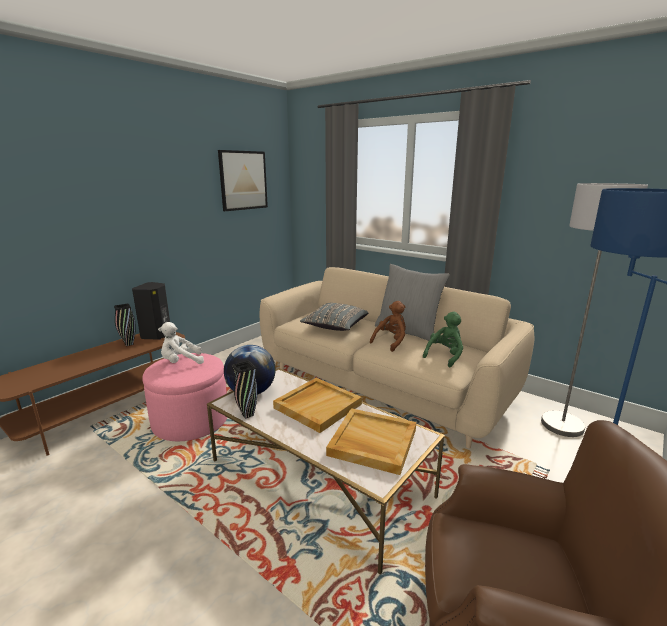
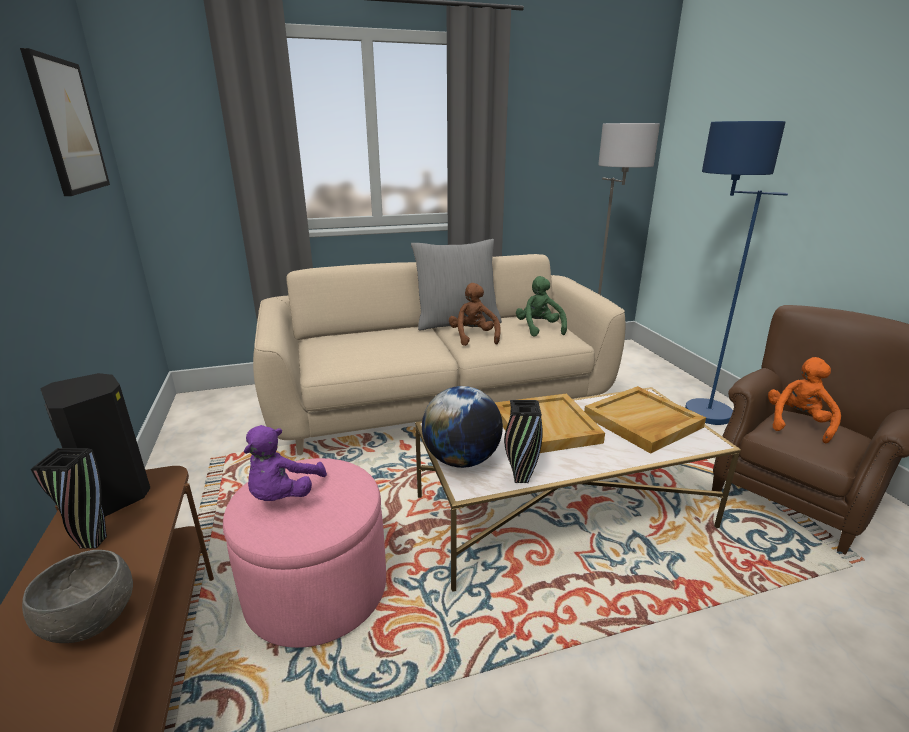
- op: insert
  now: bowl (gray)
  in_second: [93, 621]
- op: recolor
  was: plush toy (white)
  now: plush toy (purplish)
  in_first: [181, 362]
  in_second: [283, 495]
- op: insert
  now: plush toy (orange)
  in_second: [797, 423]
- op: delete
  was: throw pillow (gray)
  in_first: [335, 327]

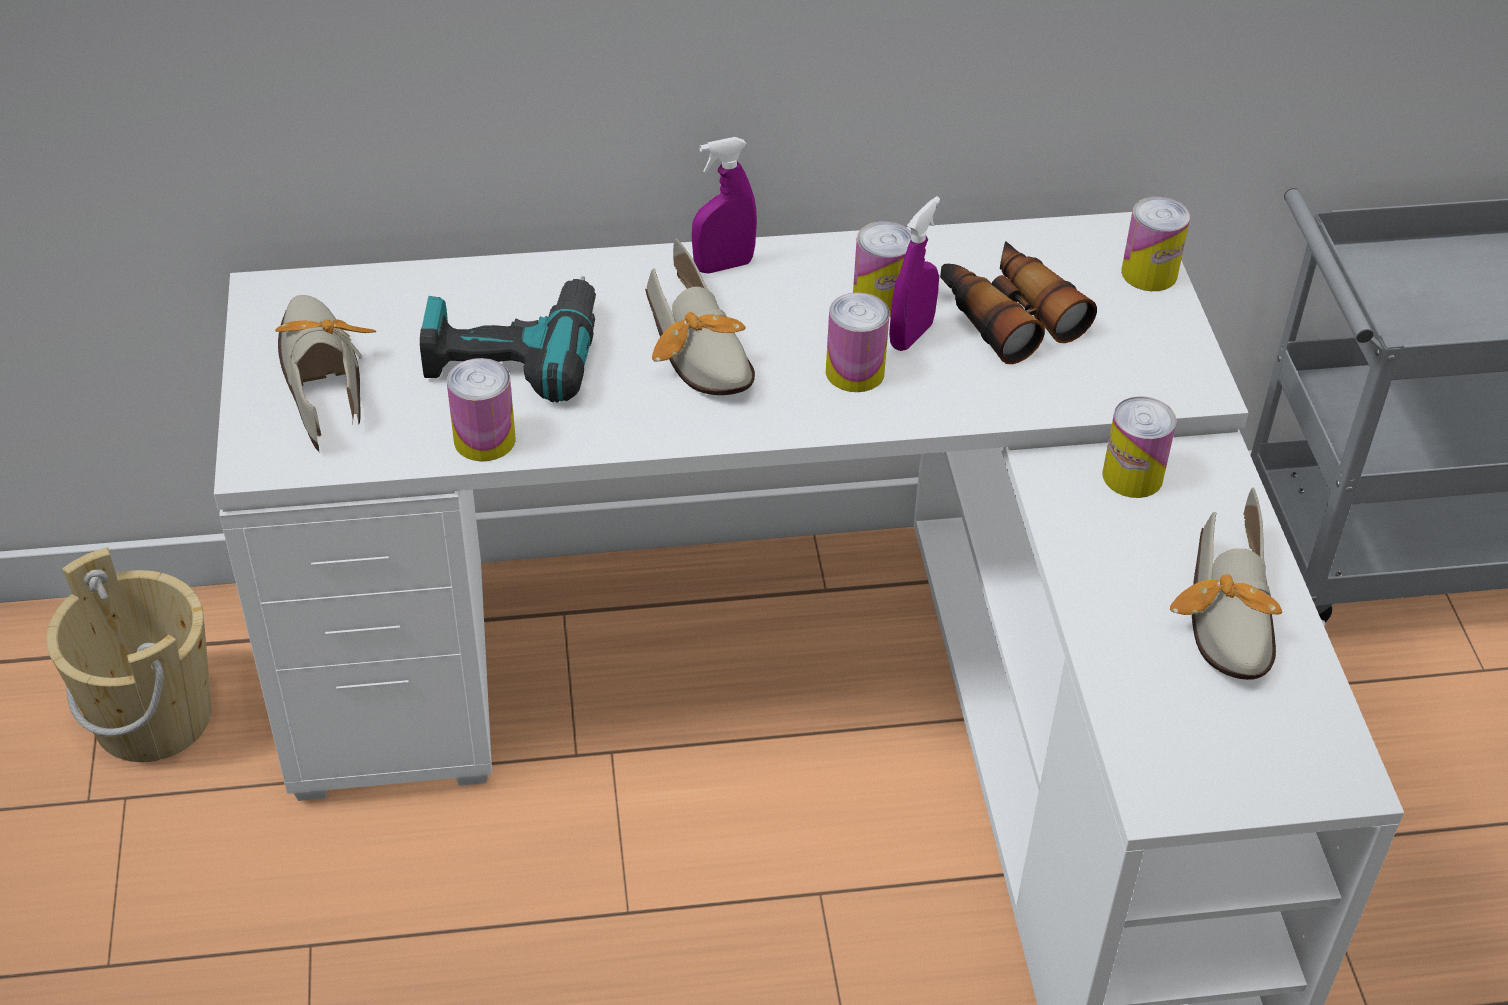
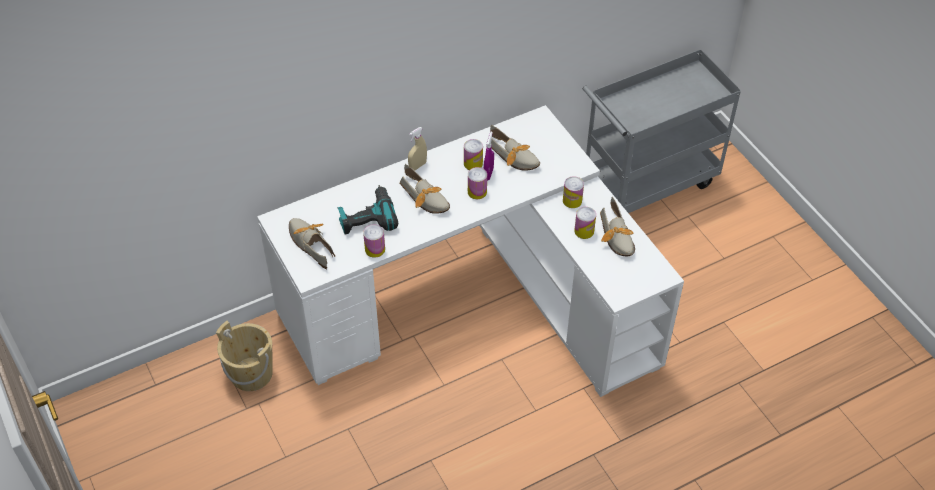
- op: recolor
  was: hand sprayer (purplish)
  now: hand sprayer (beige-coloured)
  in_first: [723, 265]
  in_second: [417, 166]
- op: replace
  was: binoculars
  now: low shoe
  in_first: [1007, 315]
  in_second: [514, 157]
- op: move
  was: can
  in_first: [1149, 273]
  in_second: [584, 231]

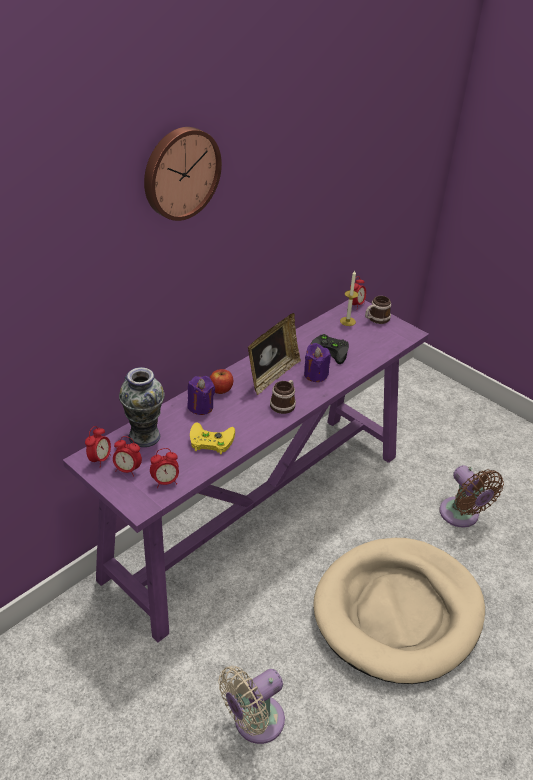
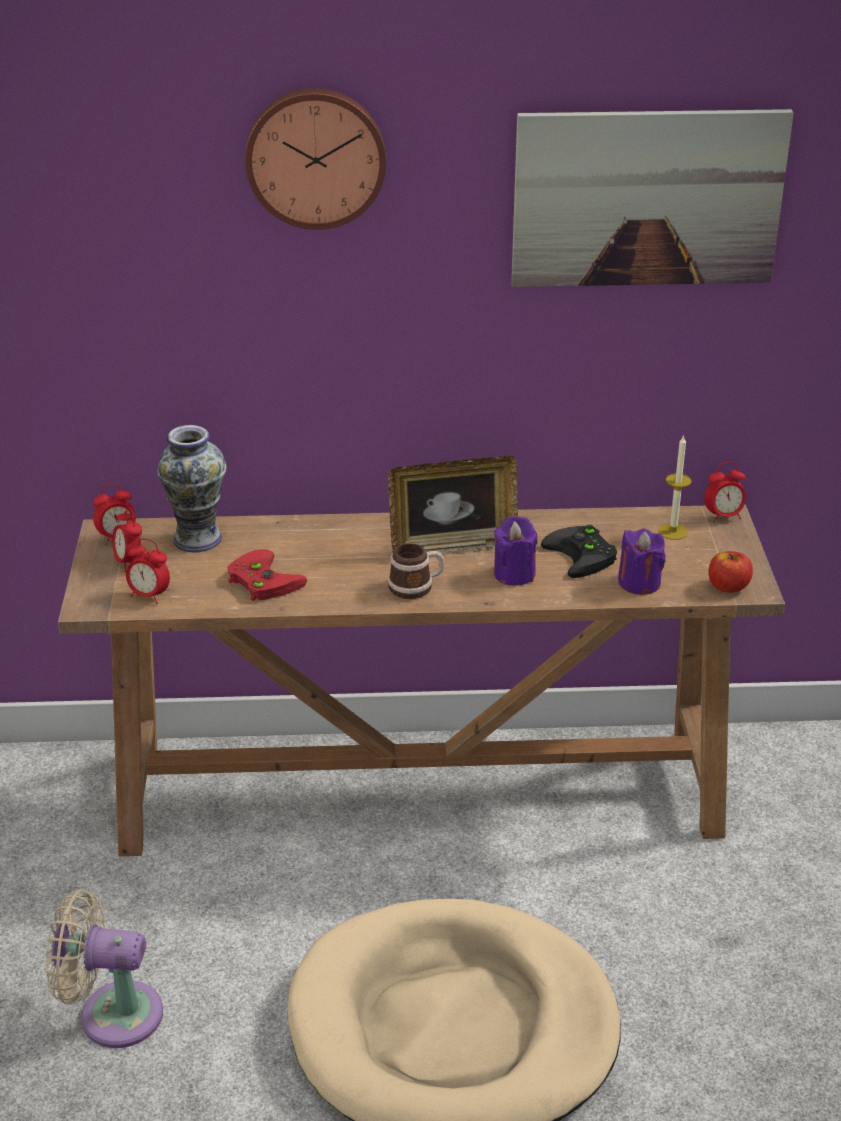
- op: recolor
  was: narrow table (purplish)
  now: narrow table (brown-coloured)
  in_first: [260, 512]
  in_second: [424, 792]
- op: recolor
  was: joypad (yellow)
  now: joypad (red-coloured)
  in_first: [209, 441]
  in_second: [261, 580]
- op: insert
  now: wall picture
  in_second: [647, 198]
- op: move
  was: wax candle (purplish)
  in_first: [200, 407]
  in_second: [639, 582]
- op: move
  was: whole apple
  in_first: [220, 389]
  in_second: [728, 586]
- op: delete
  was: mug
  in_first: [376, 319]
- op: delete
  was: electric fan (brown-coloured)
  in_first: [461, 516]

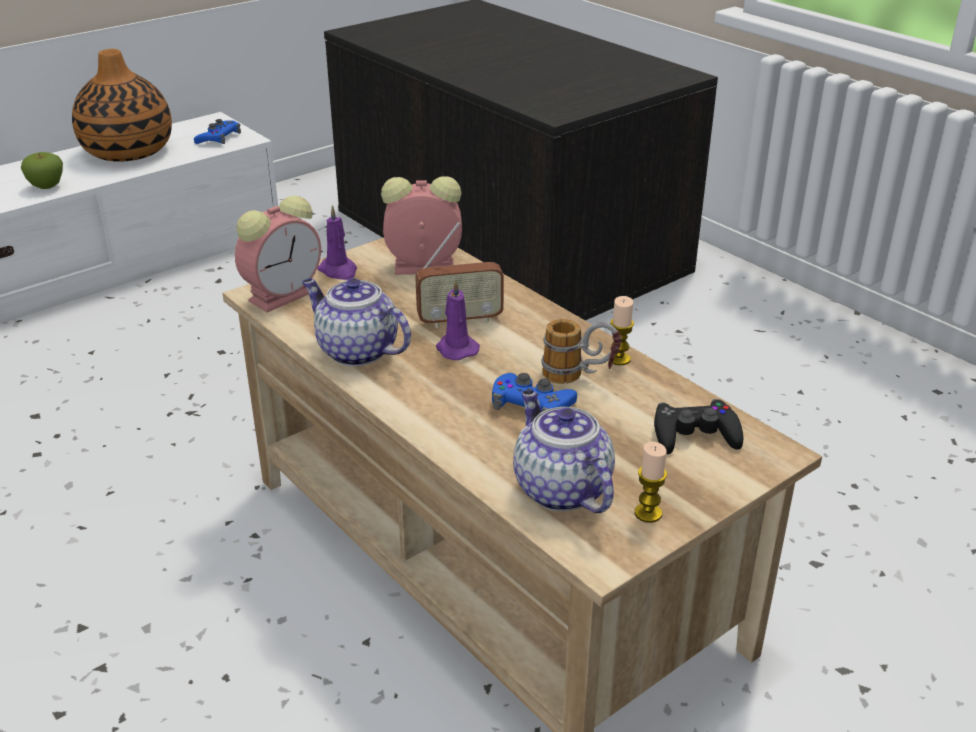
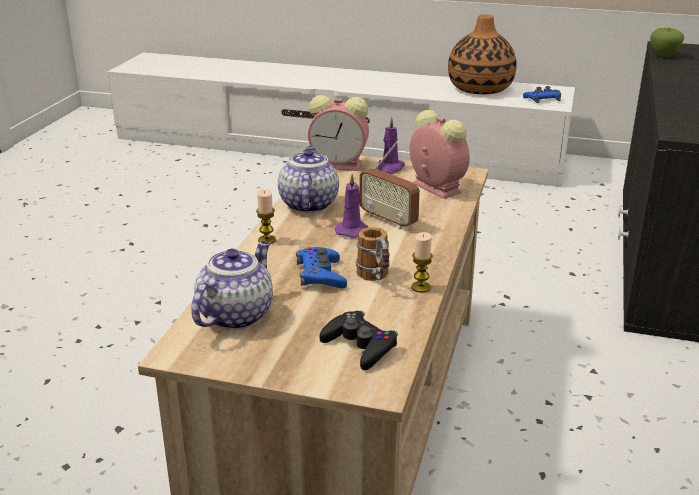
- op: move
  was: wax candle
  in_first: [648, 513]
  in_second: [267, 240]
- op: move
  was: whole apple
  in_first: [47, 187]
  in_second: [664, 56]

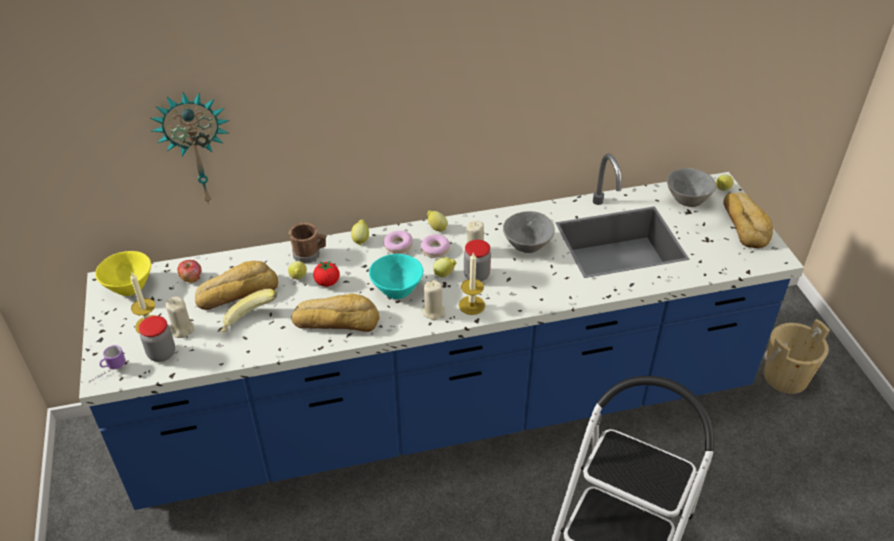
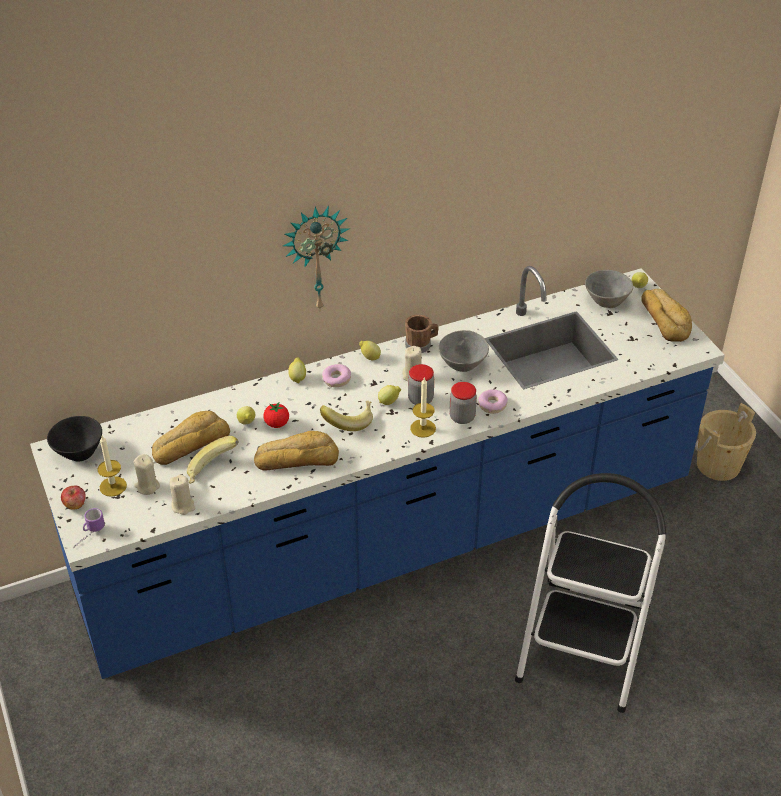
- op: recolor
  was: bowl (yellow)
  now: bowl (black)
  in_first: [130, 285]
  in_second: [80, 451]
- op: move
  was: whole apple
  in_first: [191, 278]
  in_second: [75, 504]
- op: move
  was: wax candle (beige-coloured)
  in_first: [434, 312]
  in_second: [183, 506]
- op: move
  was: clock on the wall
  in_first: [196, 147]
  in_second: [315, 257]
- op: replace
  was: bowl (turquoise)
  now: banana fruit
  in_first: [398, 289]
  in_second: [348, 421]
- op: move
  was: mug (brown-coloured)
  in_first: [309, 255]
  in_second: [421, 345]
- op: move
  was: preserve jar
  in_first: [162, 353]
  in_second: [462, 417]
- op: move
  was: ring doughnut
  in_first: [435, 249]
  in_second: [492, 405]

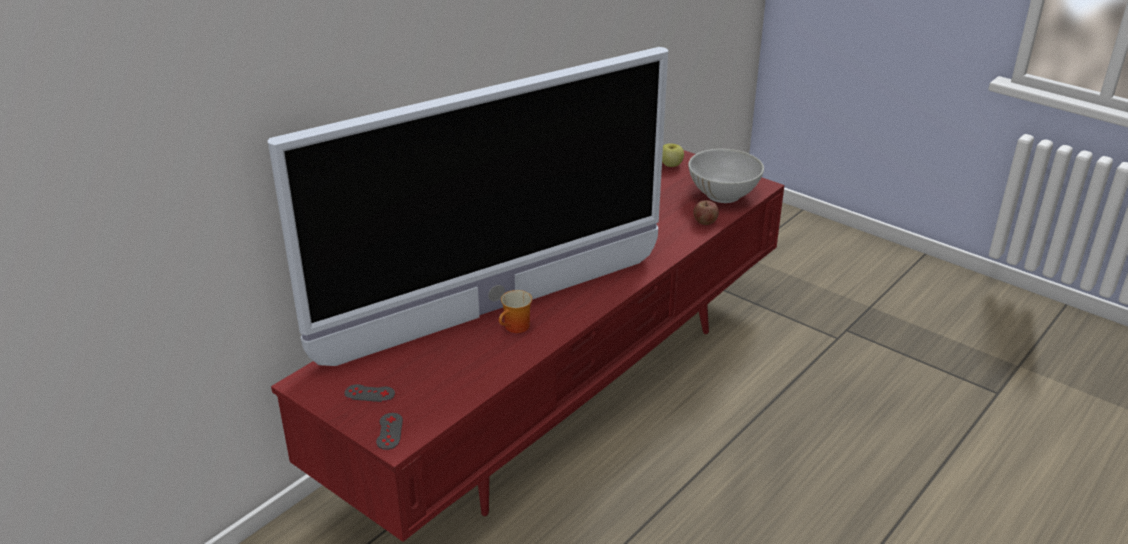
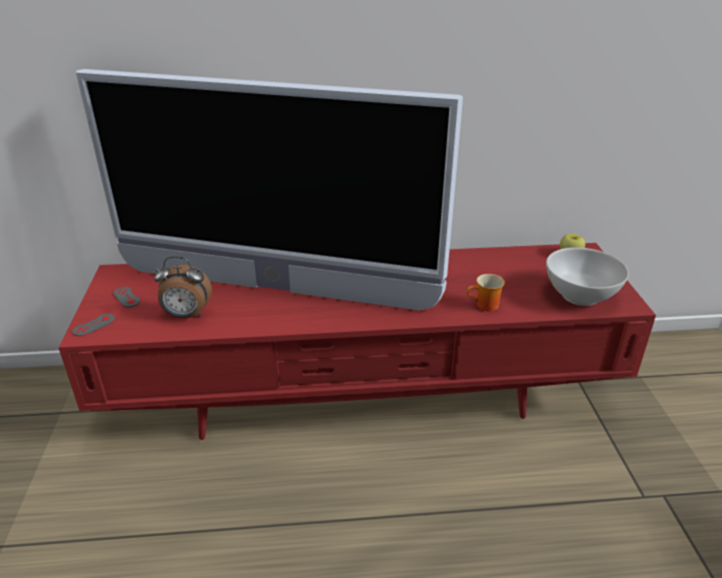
- op: insert
  now: bedside clock
  in_second: [186, 315]
- op: move
  was: mug
  in_first: [516, 328]
  in_second: [485, 306]
- op: delete
  was: whole apple
  in_first: [705, 221]

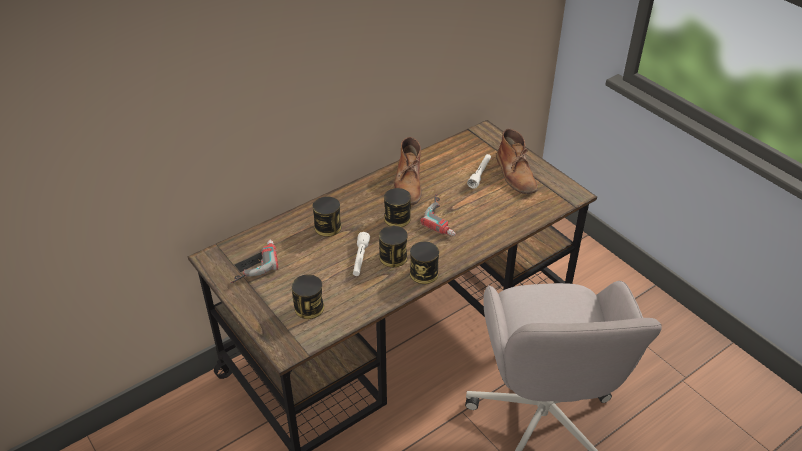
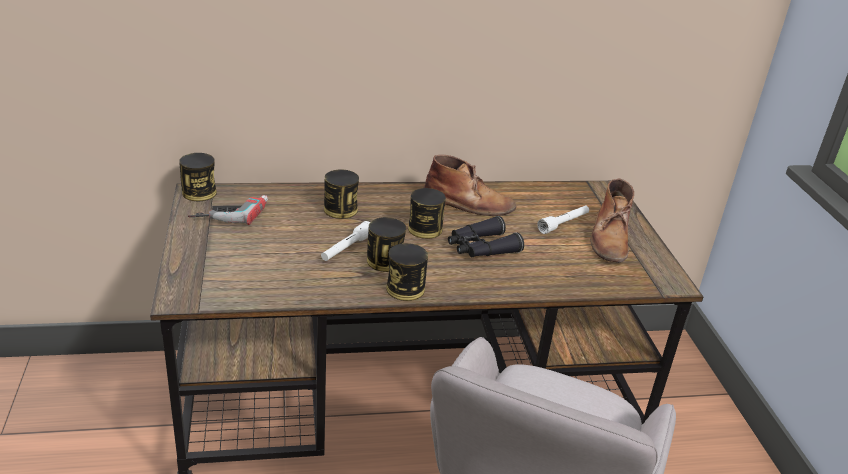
- op: move
  was: can
  in_first: [309, 307]
  in_second: [199, 193]
- op: rotate
  was: boot (brown-coloured)
  in_first: [408, 183]
  in_second: [469, 204]
  clockwise: -105
- op: replace
  was: drill
  now: binoculars (black)
  in_first: [444, 218]
  in_second: [481, 248]

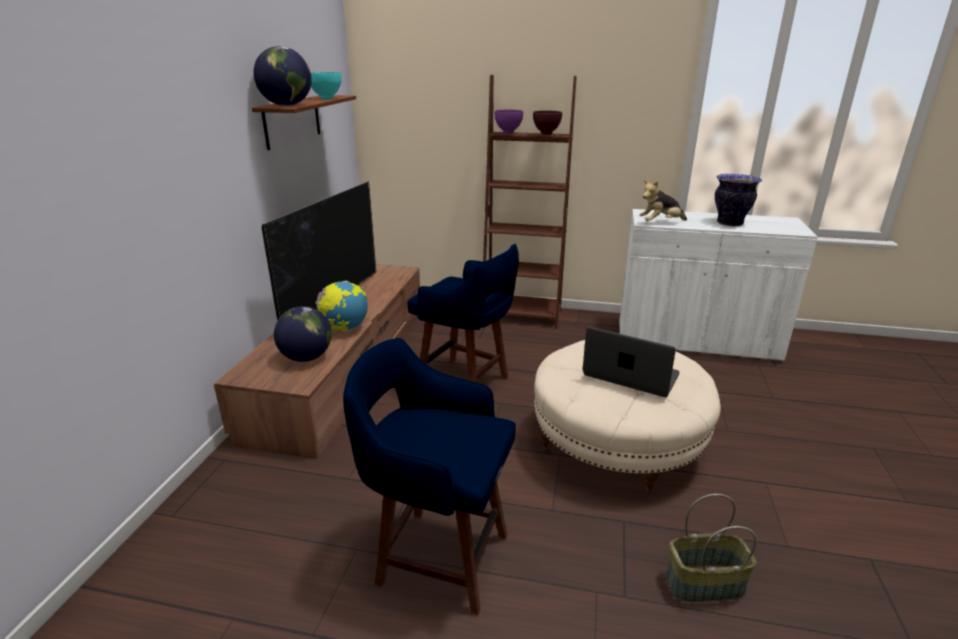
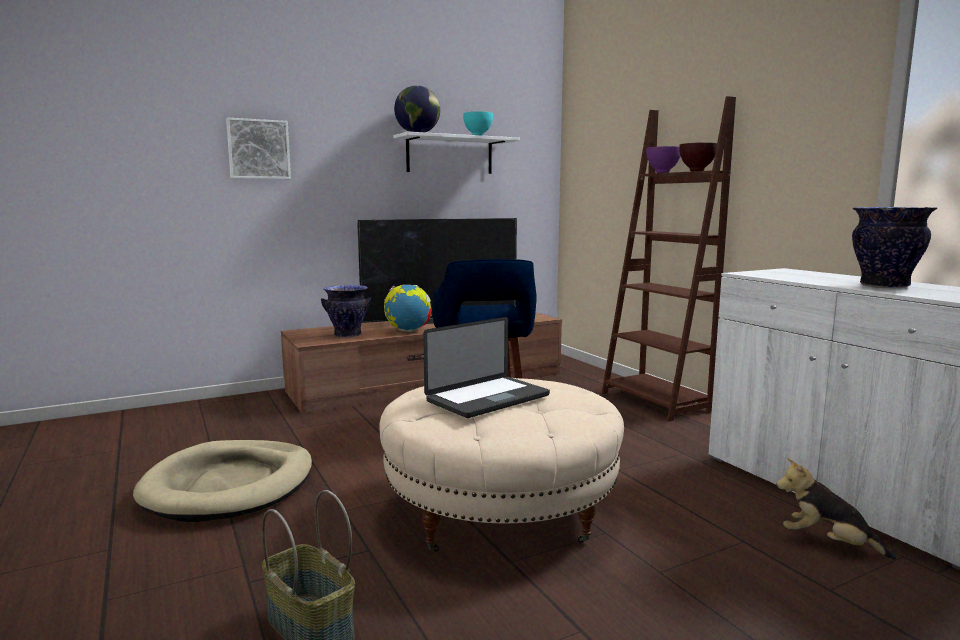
- op: replace
  was: sitting stool (blue-coloured)
  now: pet bed (beige-coloured)
  in_first: [438, 557]
  in_second: [230, 485]
- op: insert
  now: wall picture
  in_second: [258, 149]
- op: replace
  was: world globe
  now: vase
  in_first: [306, 357]
  in_second: [348, 335]
- op: recolor
  was: wall shelf (brown-coloured)
  now: wall shelf (white)
  in_first: [292, 121]
  in_second: [450, 155]
- op: rotate
  was: notebook computer
  in_first: [630, 375]
  in_second: [488, 398]
  clockwise: 60
- op: move
  was: plush toy
  in_first: [660, 223]
  in_second: [827, 543]

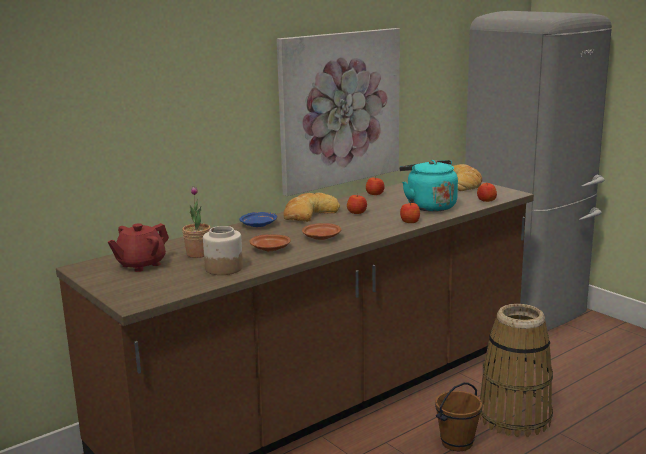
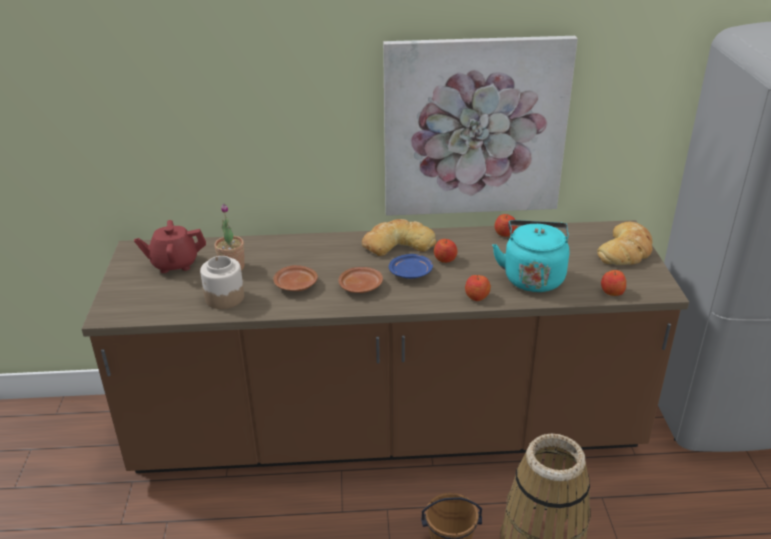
- op: move
  was: flat dish (blue-coloured)
  in_first: [258, 225]
  in_second: [411, 273]

